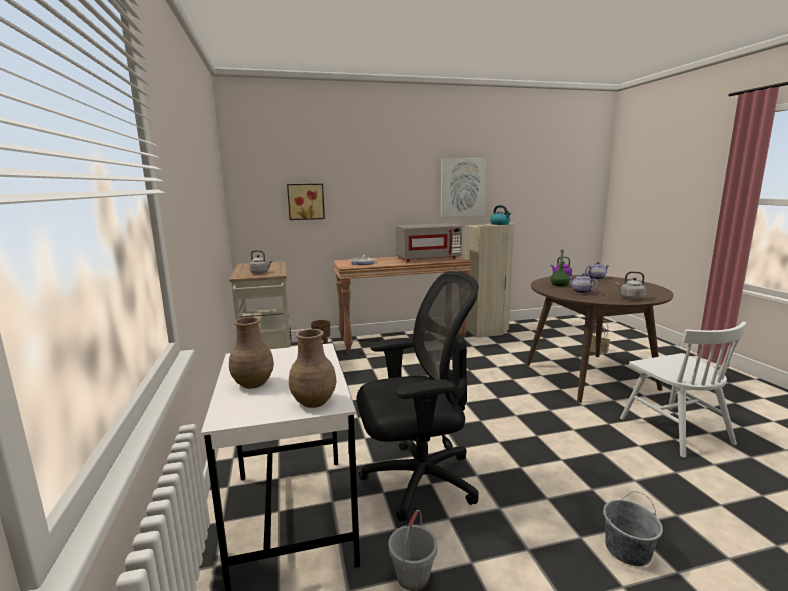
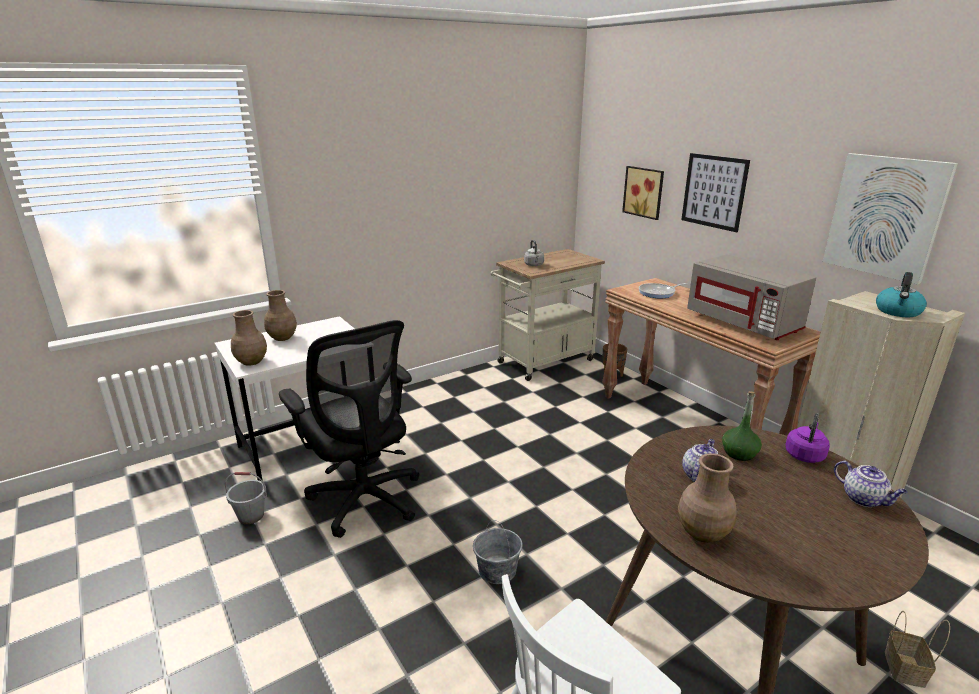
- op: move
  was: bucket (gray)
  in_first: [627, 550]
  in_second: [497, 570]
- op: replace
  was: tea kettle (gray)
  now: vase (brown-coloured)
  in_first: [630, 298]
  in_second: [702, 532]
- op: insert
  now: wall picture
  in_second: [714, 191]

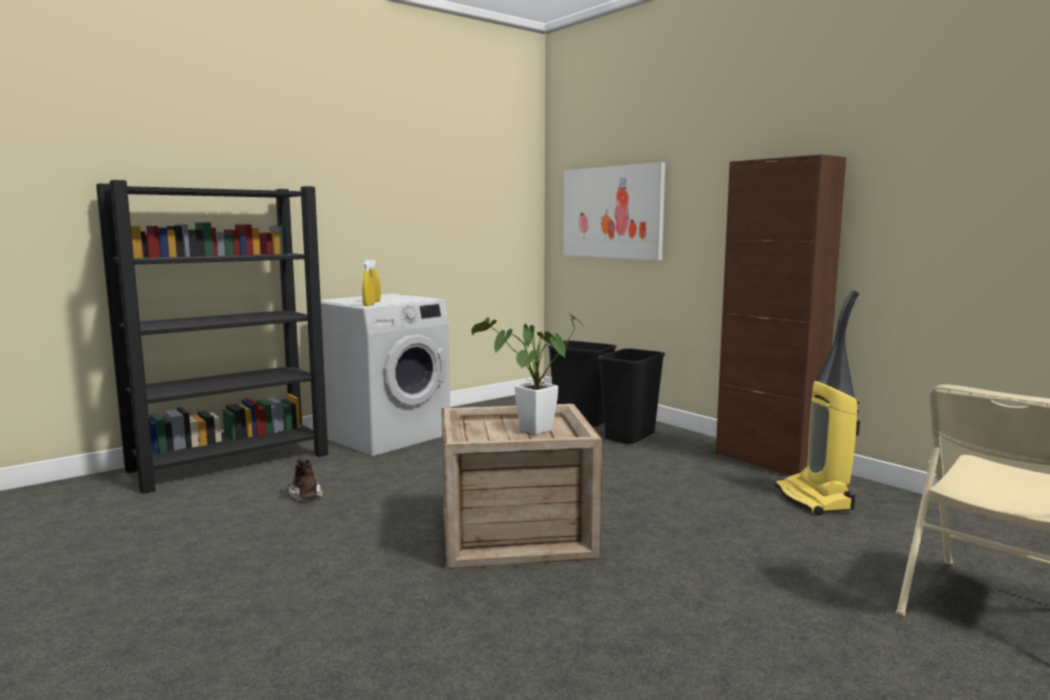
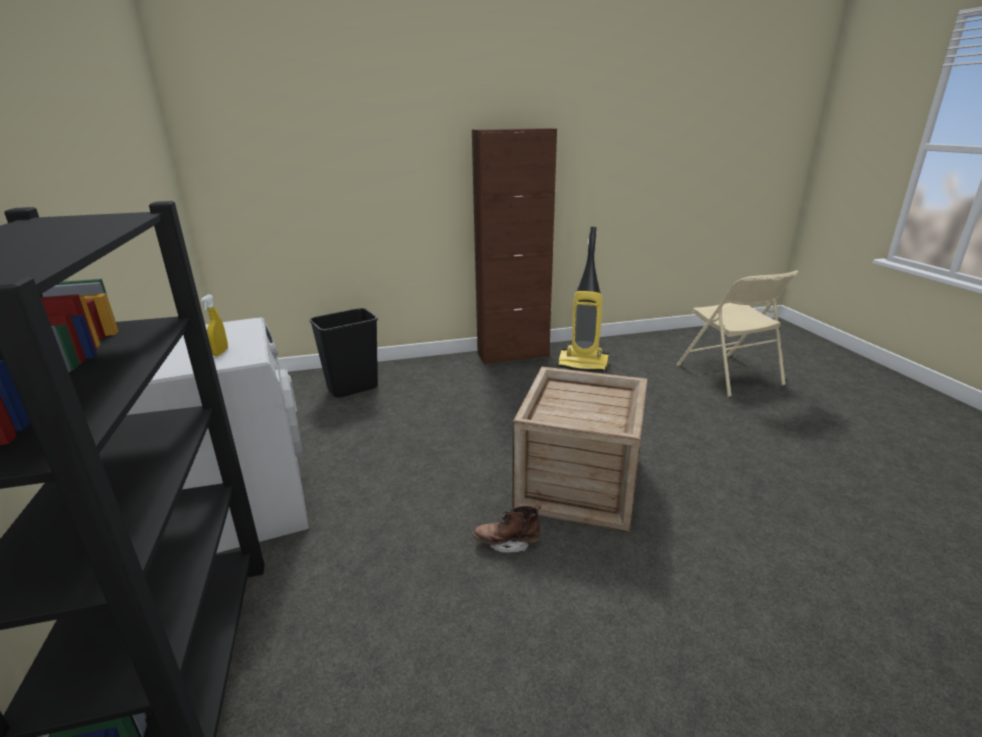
- op: move
  was: boot (brown-coloured)
  in_first: [305, 494]
  in_second: [507, 543]
- op: delete
  was: hand sprayer (yellow)
  in_first: [369, 305]
- op: delete
  was: houseplant
  in_first: [530, 432]
- op: delete
  was: wall picture
  in_first: [612, 212]
- op: delete
  was: waste bin (black)
  in_first: [629, 436]

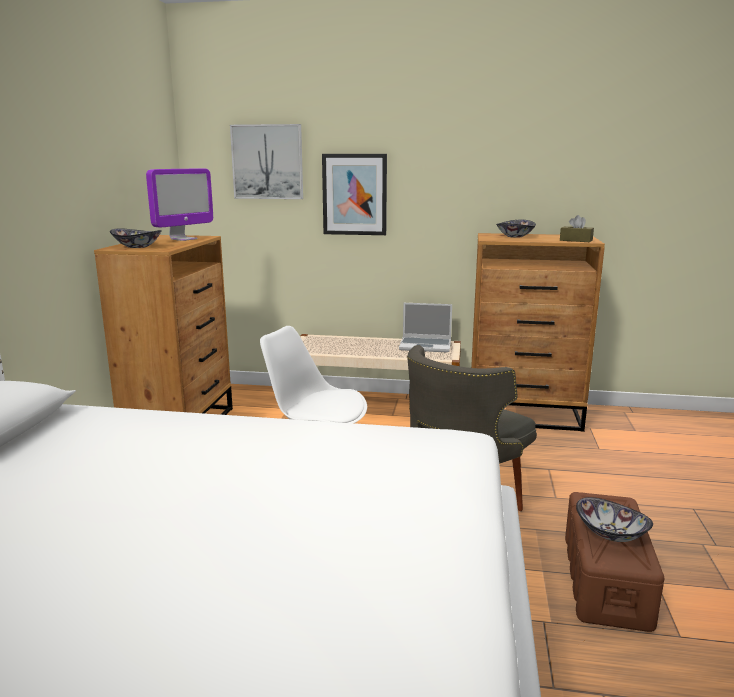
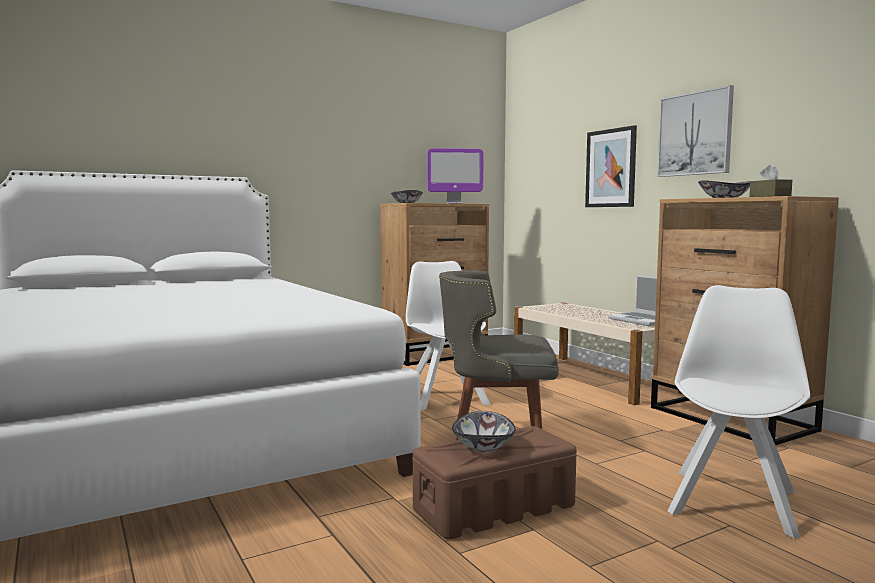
- op: move
  was: wall picture
  in_first: [267, 162]
  in_second: [695, 134]
- op: insert
  now: chair (white)
  in_second: [733, 500]

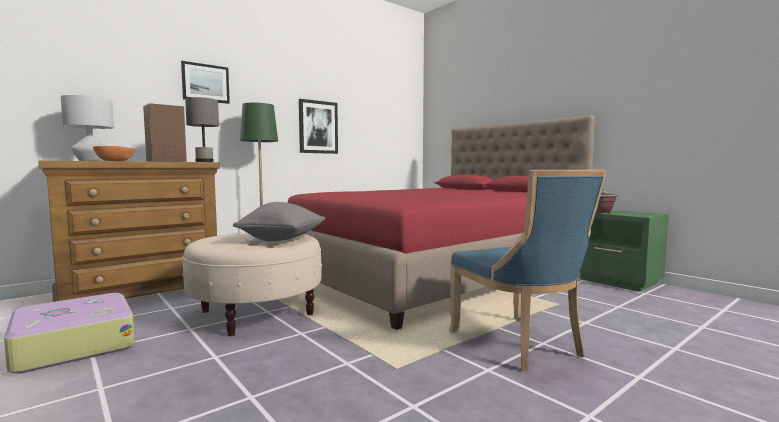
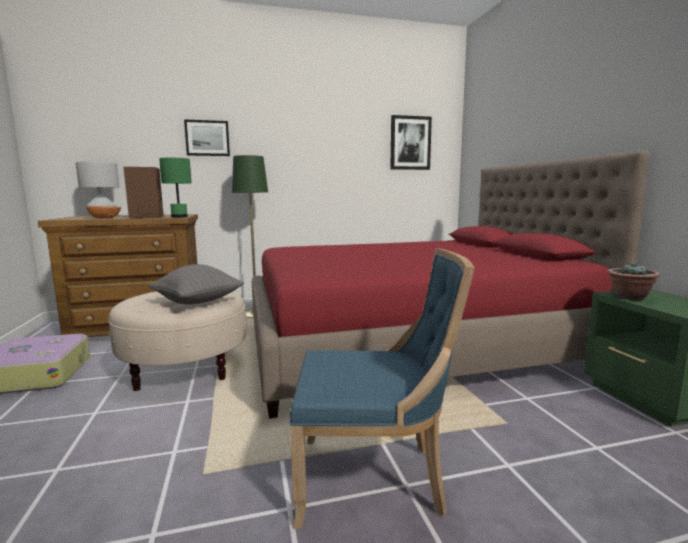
- op: recolor
  was: lamp for a table (gray)
  now: lamp for a table (green-coloured)
  in_first: [204, 161]
  in_second: [179, 217]
- op: rotate
  was: chair (blue-coloured)
  in_first: [520, 344]
  in_second: [374, 478]
  clockwise: -90
- op: move
  was: wall picture
  in_first: [318, 127]
  in_second: [410, 143]

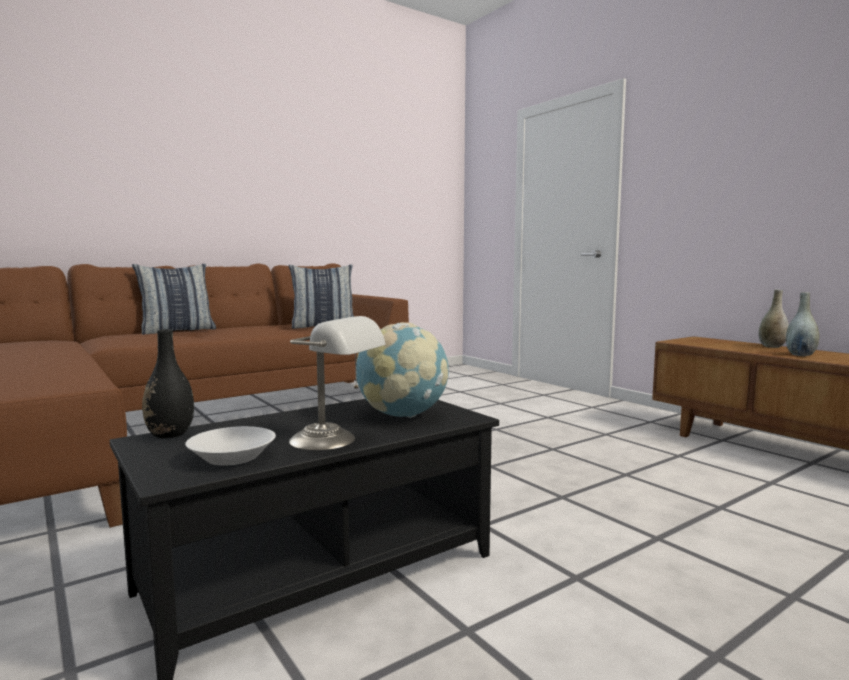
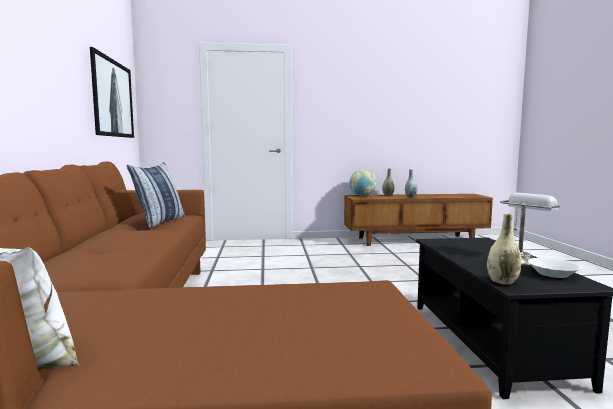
- op: insert
  now: wall picture
  in_second: [112, 98]
- op: move
  was: world globe
  in_first: [402, 415]
  in_second: [362, 196]
- op: recolor
  was: vase (black)
  now: vase (beige-coloured)
  in_first: [170, 434]
  in_second: [502, 282]
- op: delete
  was: throw pillow
  in_first: [177, 331]

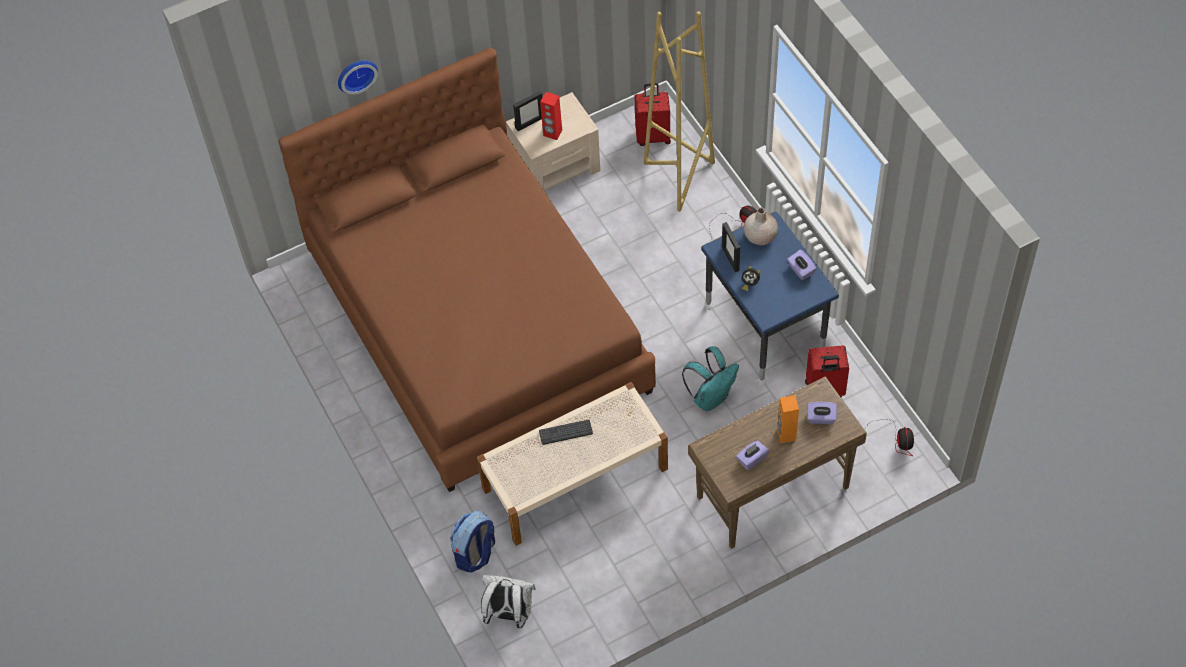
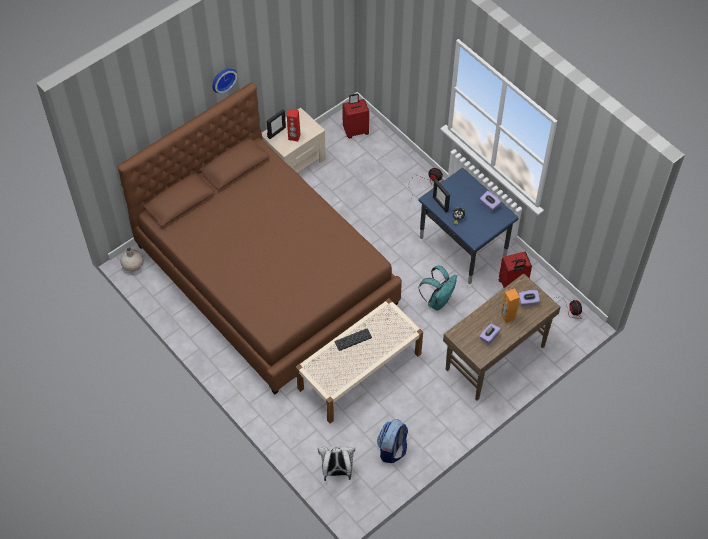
- op: move
  was: vase (beige-coloured)
  in_first: [760, 236]
  in_second: [133, 265]
- op: move
  was: clock on the wall
  in_first: [356, 74]
  in_second: [222, 78]
- op: move
  was: backpack
  in_first: [475, 554]
  in_second: [392, 449]
- op: delete
  was: garment stand (yellow)
  in_first: [679, 179]

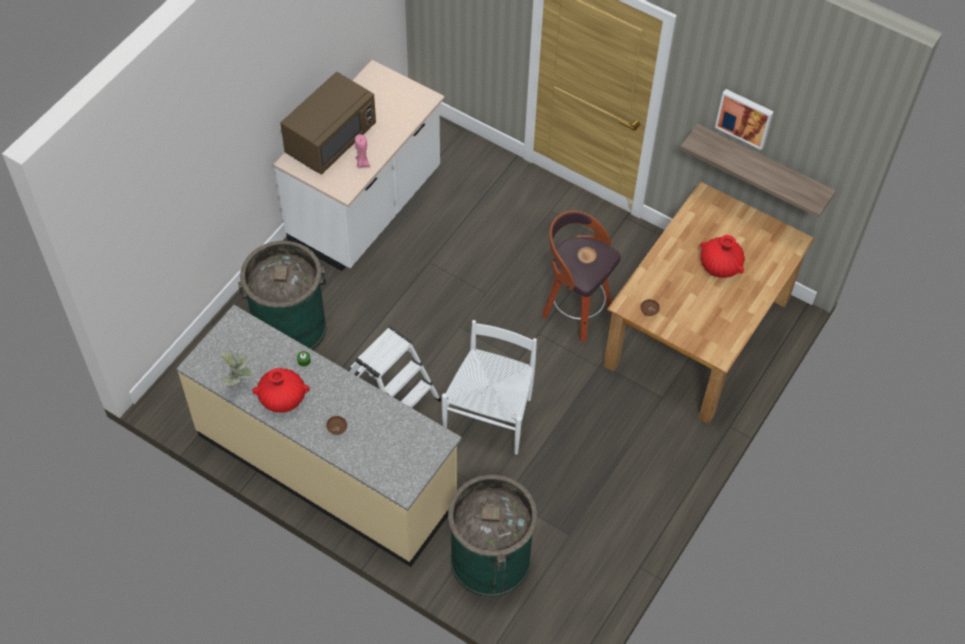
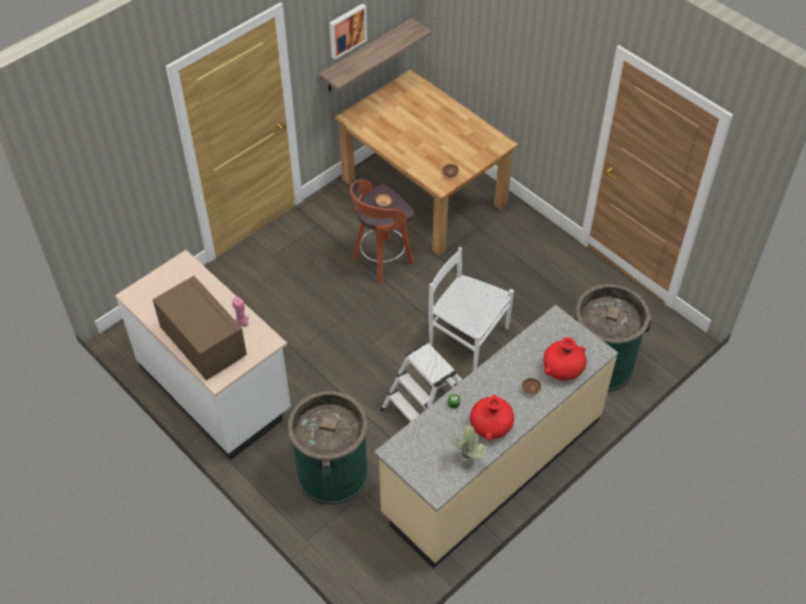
- op: move
  was: vase (red-coloured)
  in_first: [720, 266]
  in_second: [562, 369]

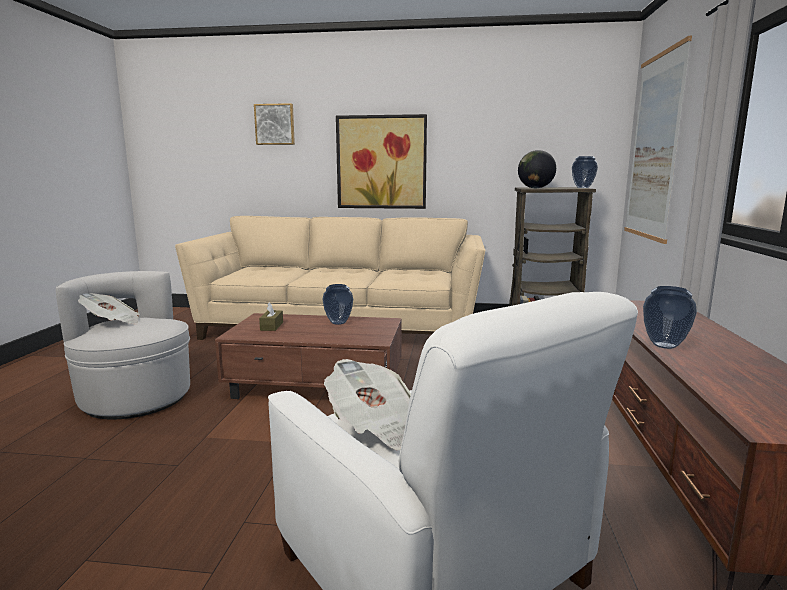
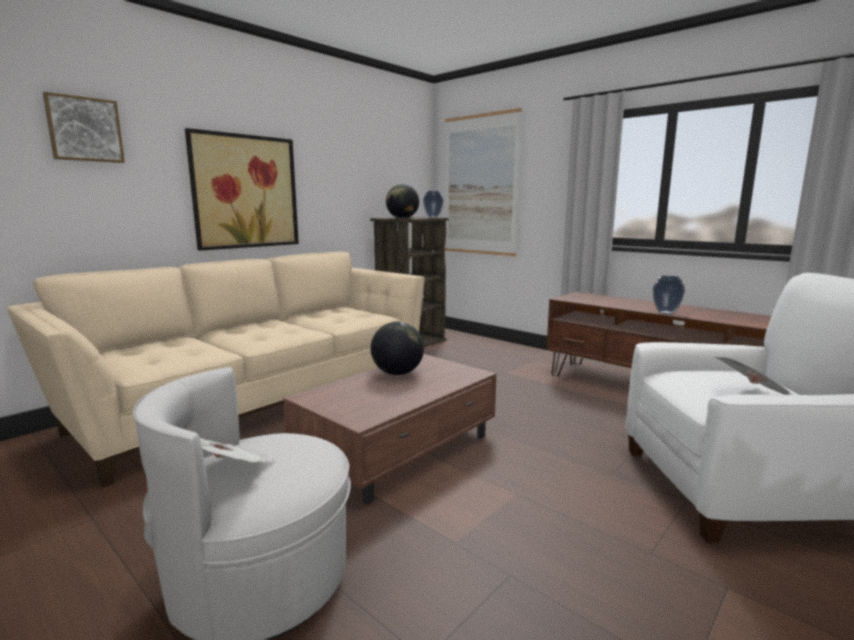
- op: replace
  was: vase
  now: world globe
  in_first: [338, 322]
  in_second: [397, 373]
- op: delete
  was: tissue box (brown-coloured)
  in_first: [271, 326]

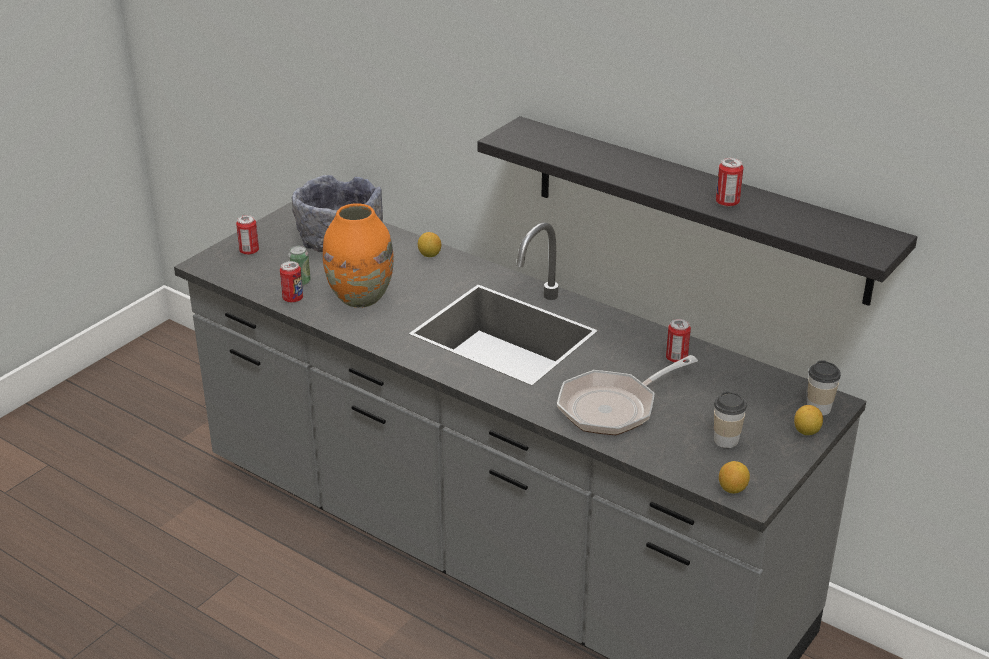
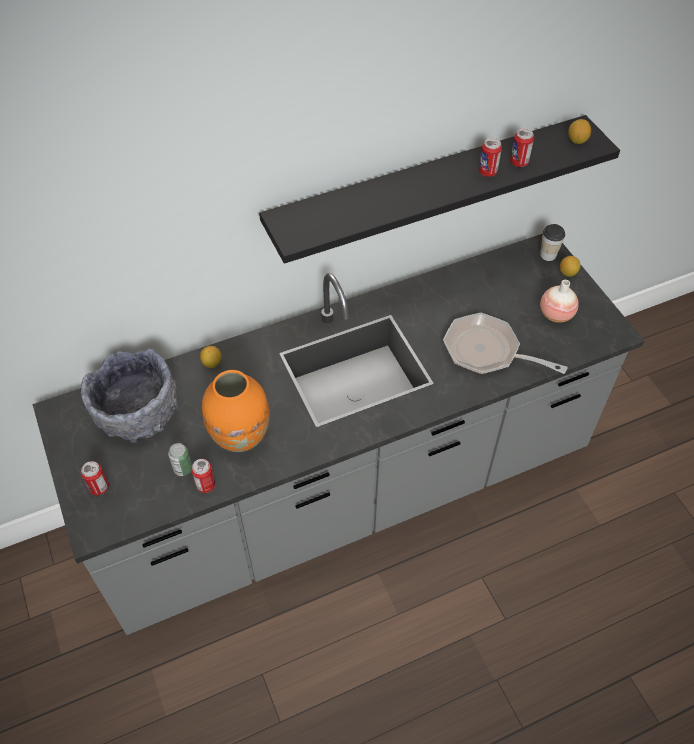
- op: rotate
  was: skillet
  in_first: [613, 407]
  in_second: [487, 352]
  clockwise: 120
- op: move
  was: can
  in_first: [676, 358]
  in_second: [519, 162]
- op: replace
  was: drinking cup
  now: vase
  in_first: [726, 440]
  in_second: [556, 314]
- op: move
  was: whole lemon
  in_first: [732, 489]
  in_second: [577, 140]

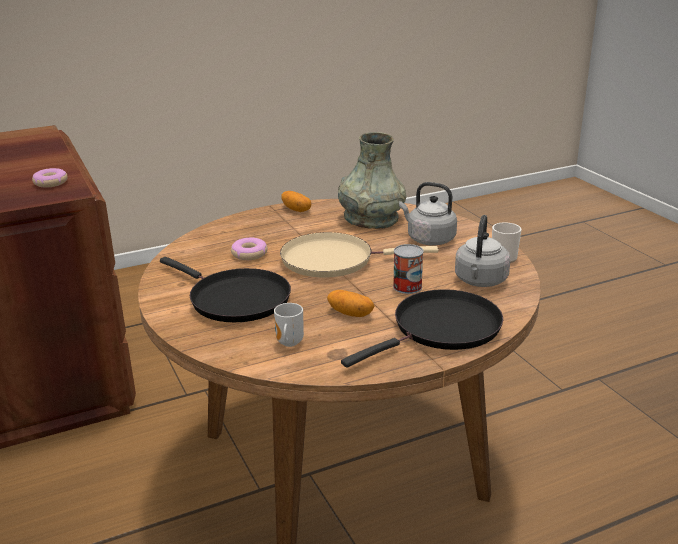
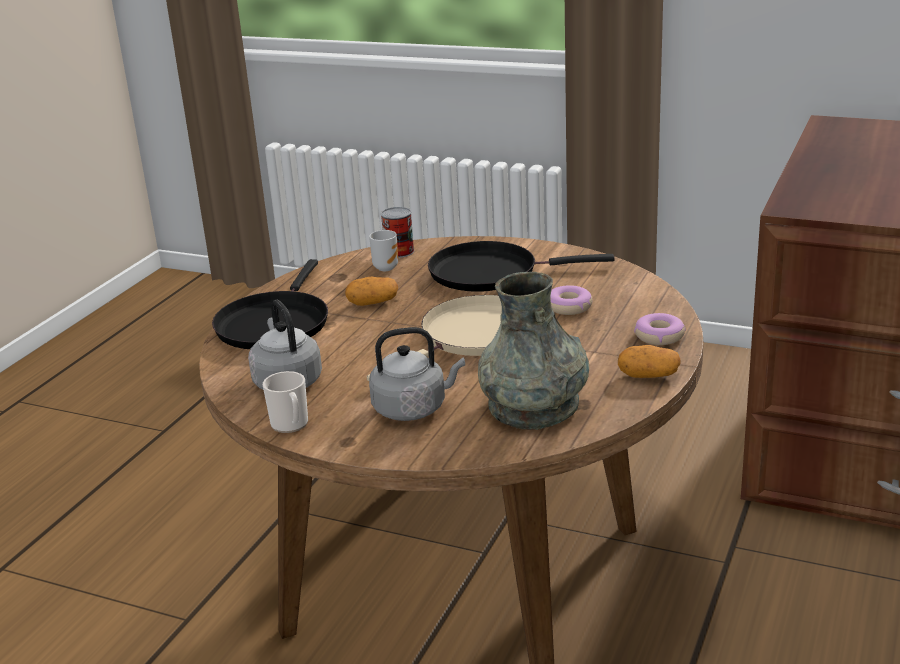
- op: move
  was: can
  in_first: [407, 287]
  in_second: [399, 251]
- op: move
  was: ring doughnut
  in_first: [50, 183]
  in_second: [659, 336]

